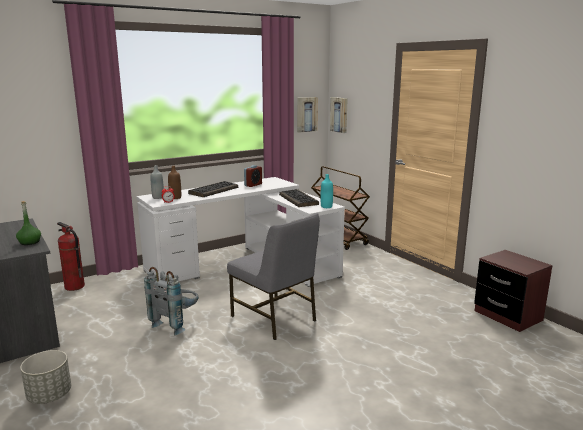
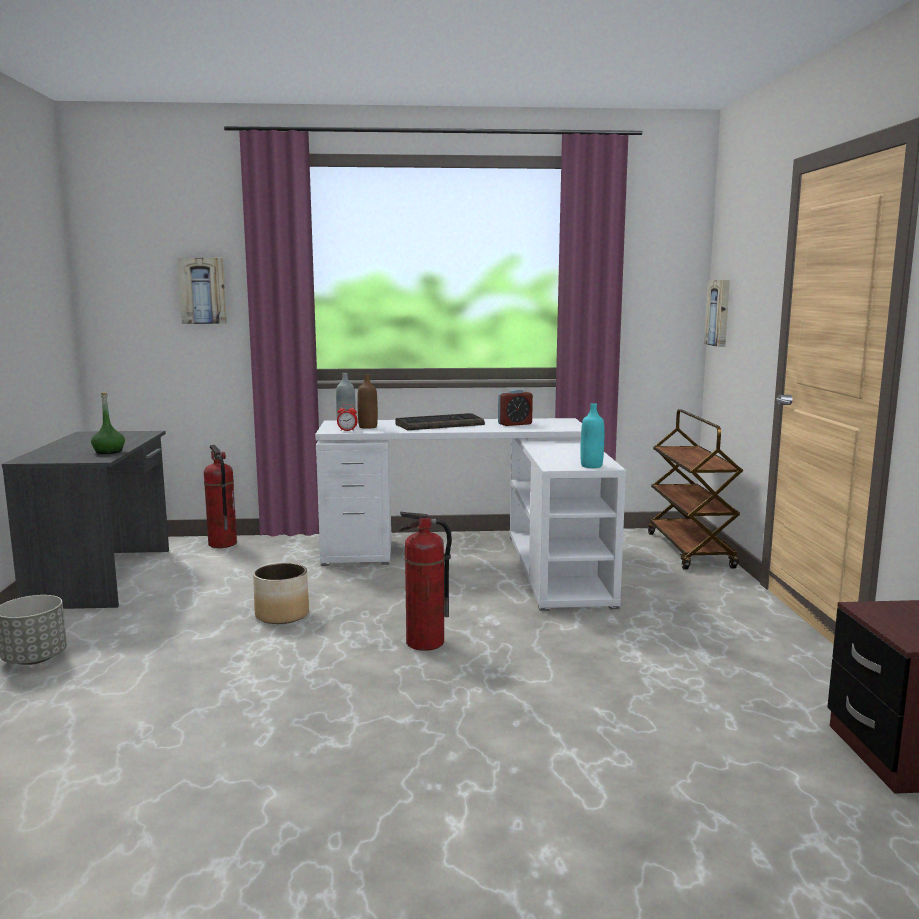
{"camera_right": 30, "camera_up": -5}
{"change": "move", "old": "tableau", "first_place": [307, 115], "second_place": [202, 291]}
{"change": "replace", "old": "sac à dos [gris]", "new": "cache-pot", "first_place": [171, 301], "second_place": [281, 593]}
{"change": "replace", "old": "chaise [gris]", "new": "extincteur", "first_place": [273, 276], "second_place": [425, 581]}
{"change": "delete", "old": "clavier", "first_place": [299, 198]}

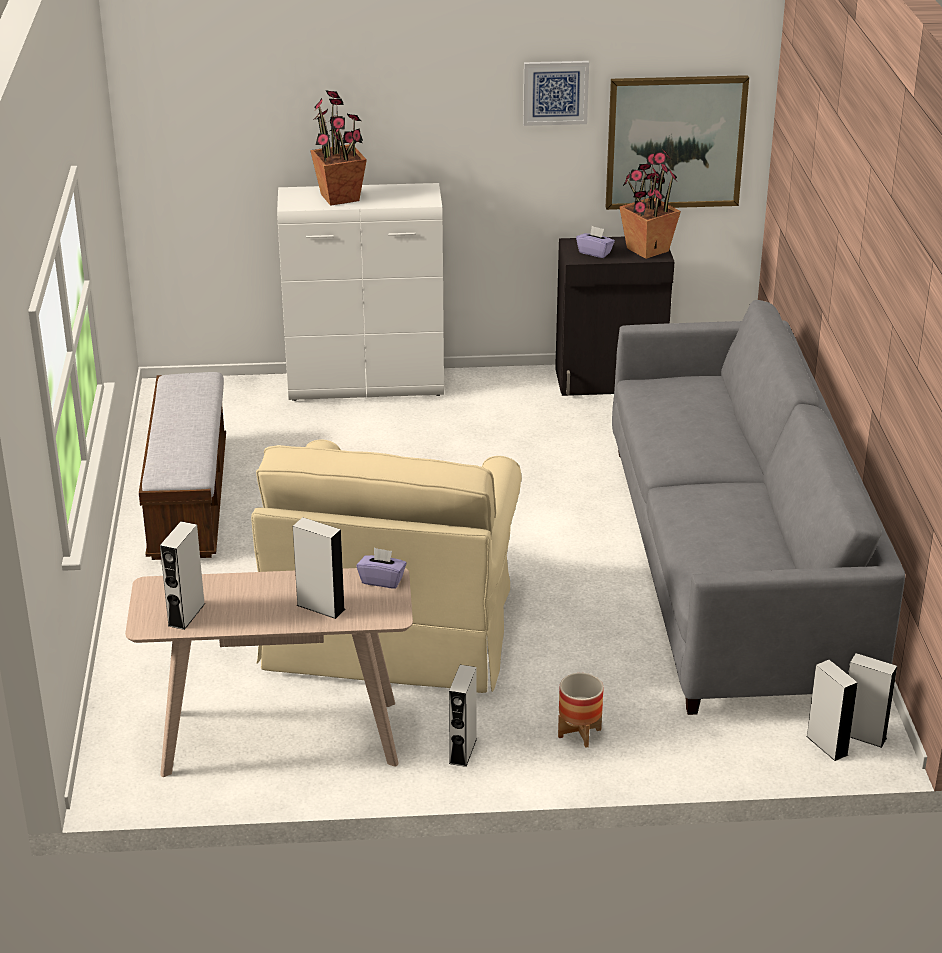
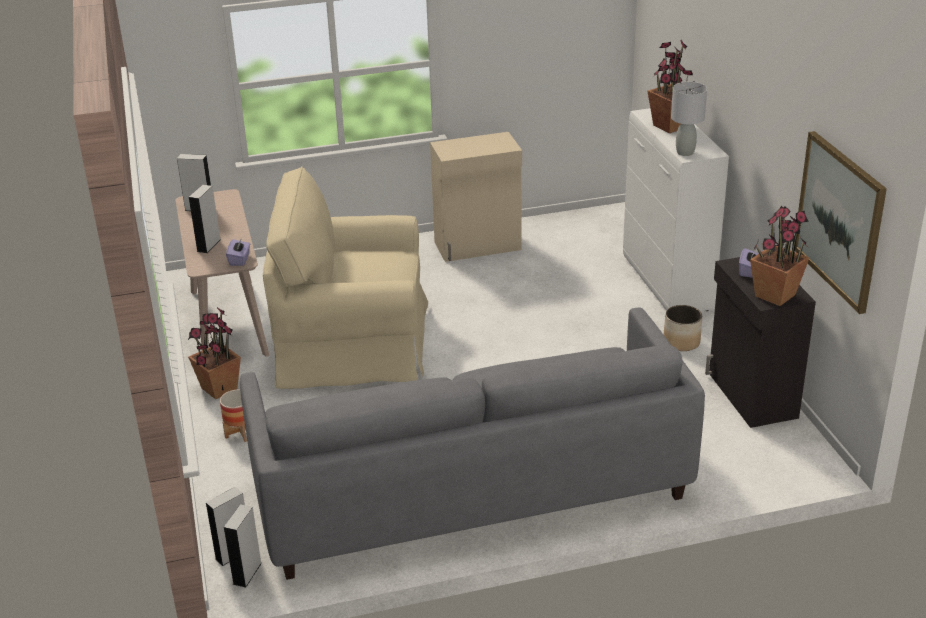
{"camera_right": 80, "camera_up": 0}
{"change": "replace", "old": "enceinte [gris]", "new": "plante en pot", "first_place": [463, 716], "second_place": [214, 353]}
{"change": "replace", "old": "banc", "new": "meuble de rangement [beige]", "first_place": [182, 466], "second_place": [476, 197]}
{"change": "insert", "new": "cache-pot", "second_place": [683, 328]}
{"change": "insert", "new": "lampe de table [gris]", "second_place": [689, 119]}
{"change": "delete", "old": "tableau", "first_place": [556, 93]}

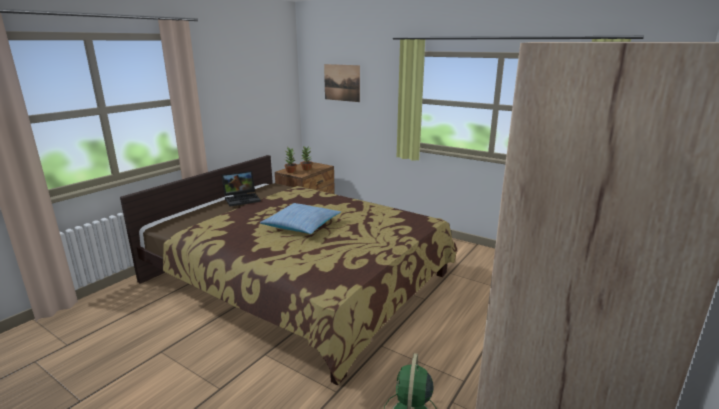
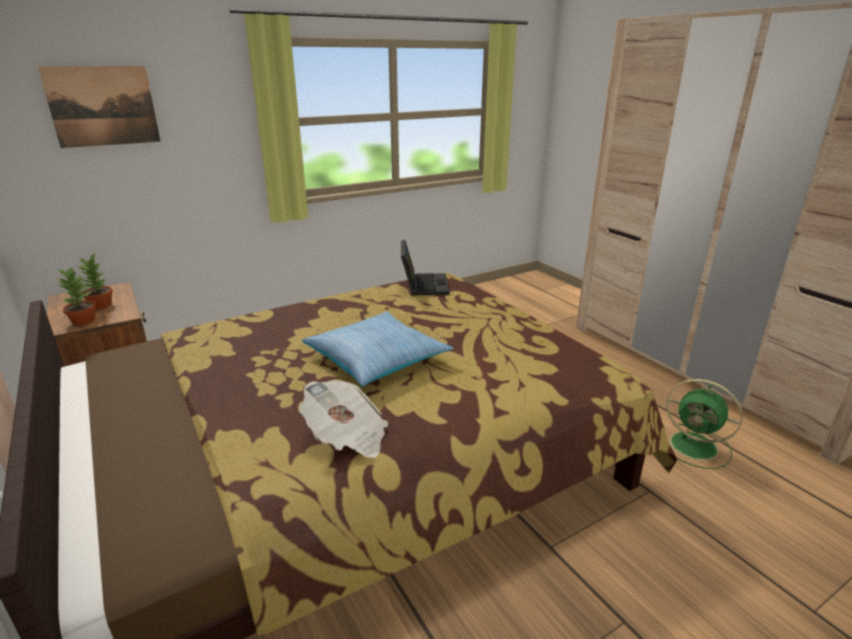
{"camera_right": -65, "camera_up": 5}
{"change": "insert", "new": "journal", "second_place": [343, 419]}
{"change": "move", "old": "ordinateur portable", "first_place": [241, 189], "second_place": [425, 267]}

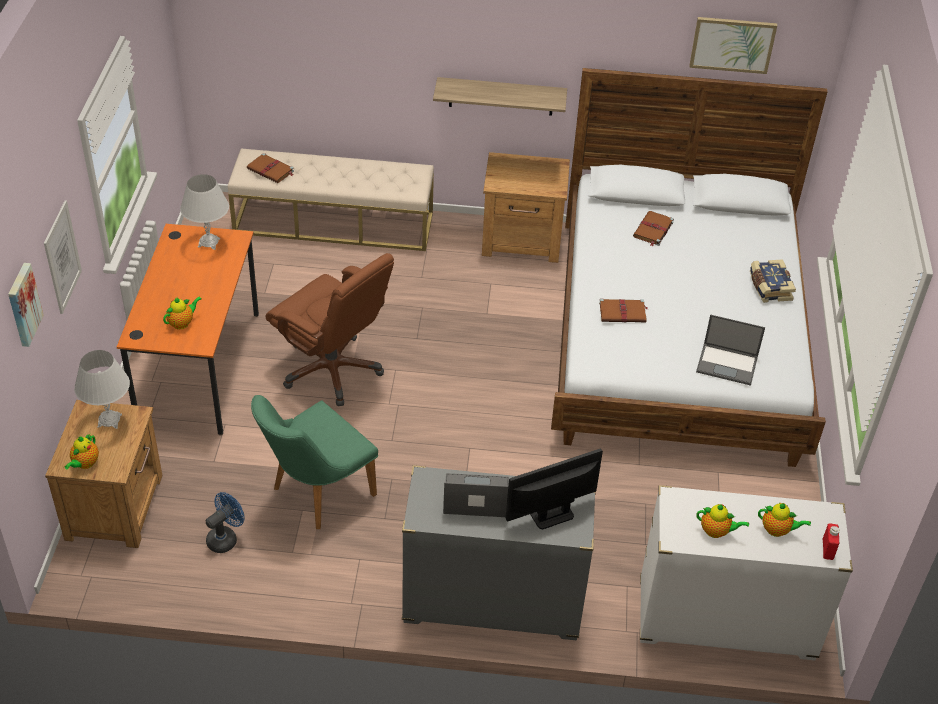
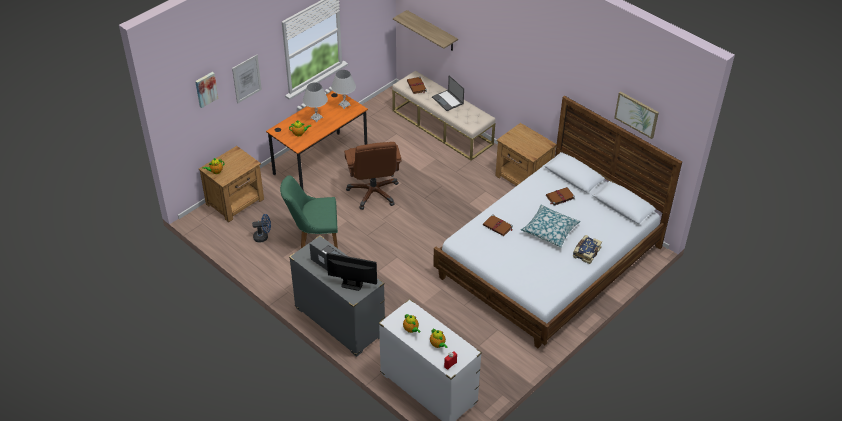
{"camera_right": 40, "camera_up": 0}
{"change": "move", "old": "lampe de table [blanc]", "first_place": [102, 389], "second_place": [315, 102]}
{"change": "move", "old": "étagère", "first_place": [500, 96], "second_place": [425, 30]}
{"change": "move", "old": "ordinateur portable", "first_place": [730, 350], "second_place": [448, 93]}
{"change": "insert", "new": "coussin", "second_place": [551, 226]}

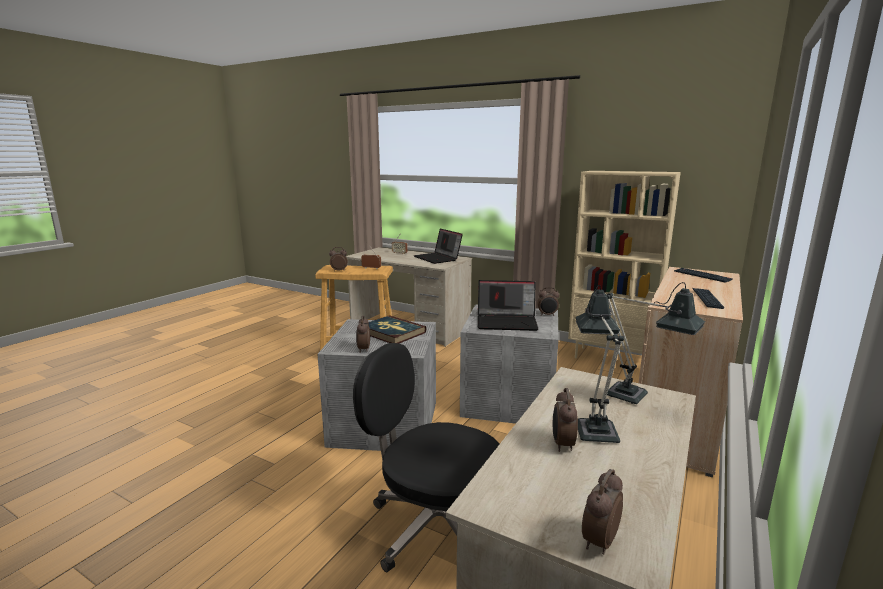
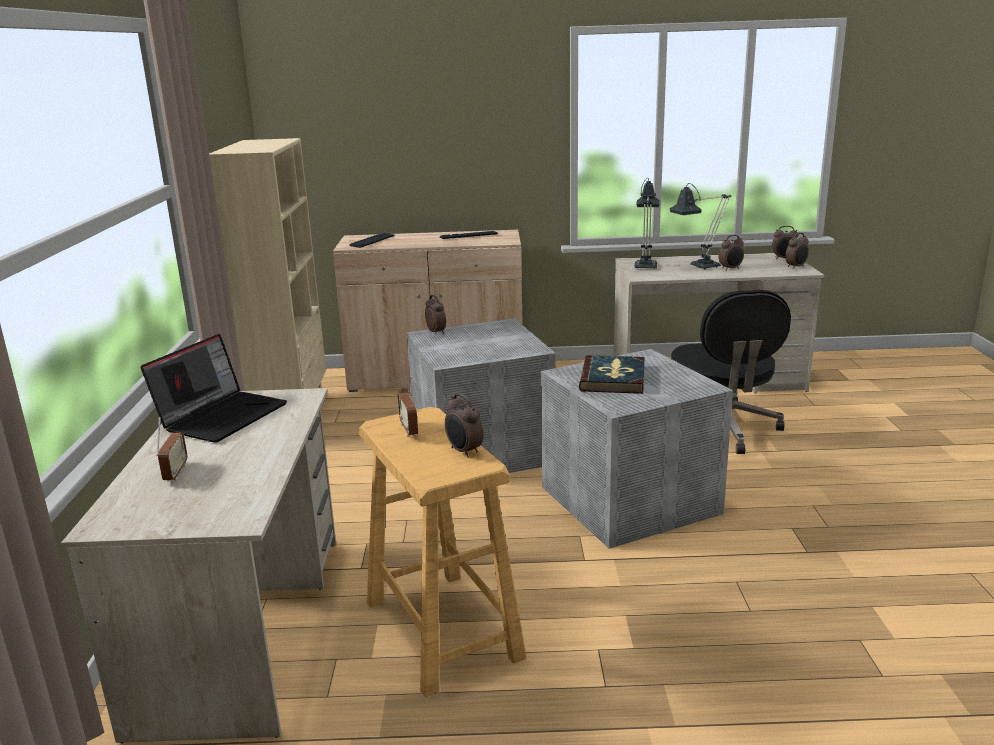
{"camera_right": -120, "camera_up": 5}
{"change": "move", "old": "réveil", "first_place": [363, 334], "second_place": [797, 251]}
{"change": "delete", "old": "ordinateur portable", "first_place": [508, 305]}

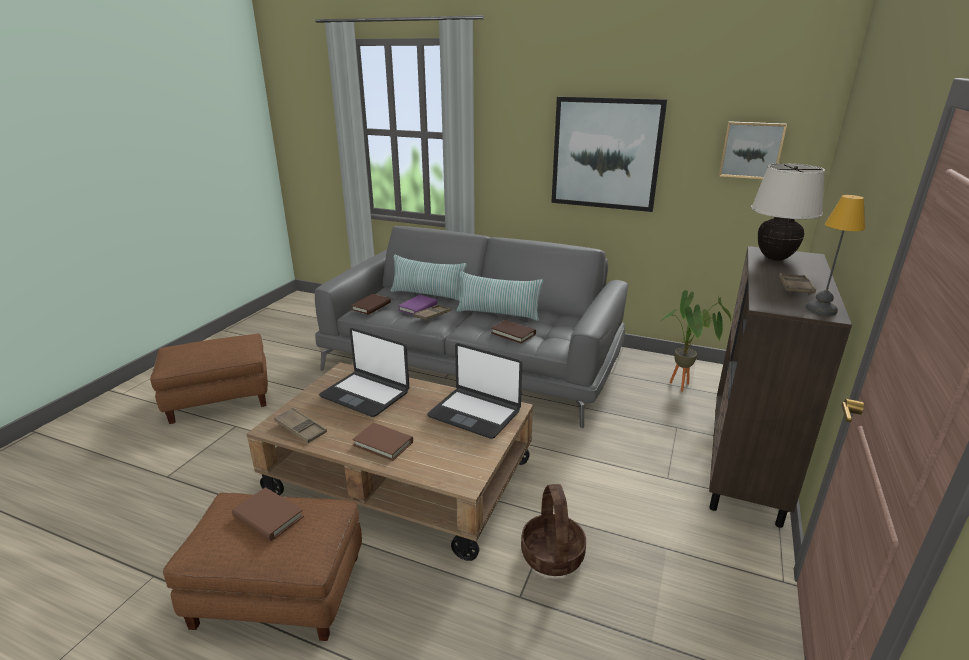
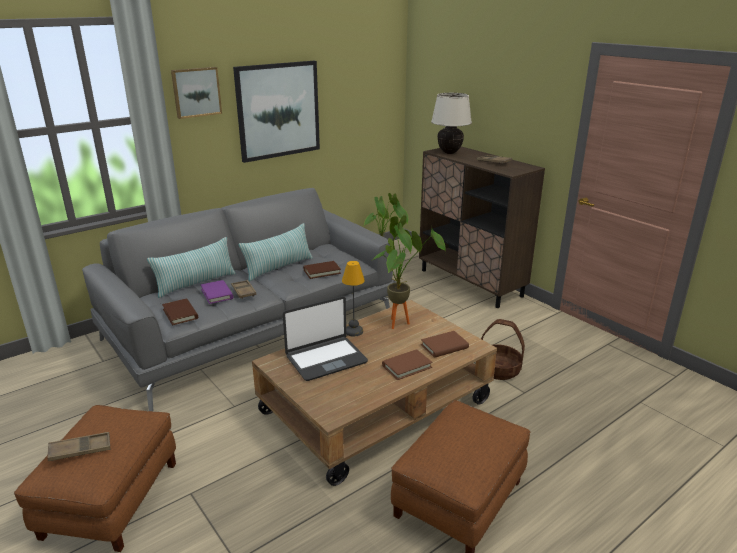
{"camera_right": -60, "camera_up": 0}
{"change": "move", "old": "plateau [marron]", "first_place": [300, 425], "second_place": [78, 446]}
{"change": "move", "old": "tableau", "first_place": [753, 150], "second_place": [196, 93]}
{"change": "move", "old": "lampe de table", "first_place": [835, 255], "second_place": [353, 299]}
{"change": "replace", "old": "ordinateur portable", "new": "plante en pot", "first_place": [474, 391], "second_place": [408, 272]}
{"change": "move", "old": "livre [marron]", "first_place": [268, 514], "second_place": [445, 344]}

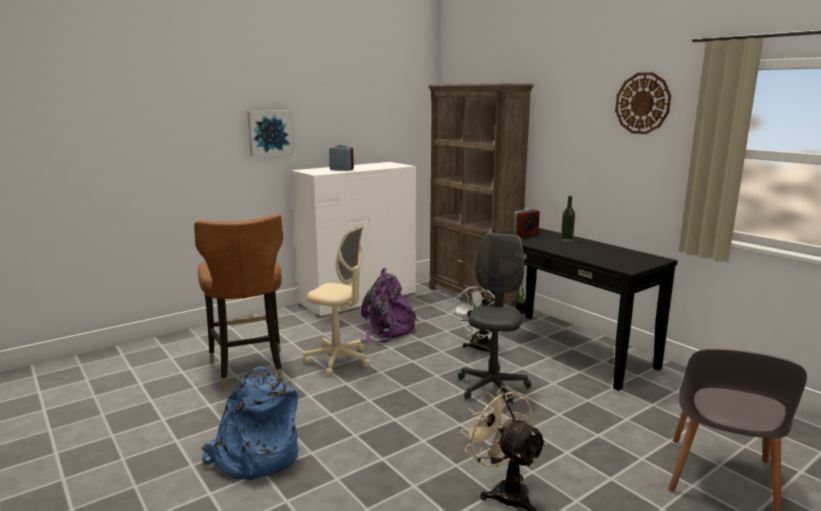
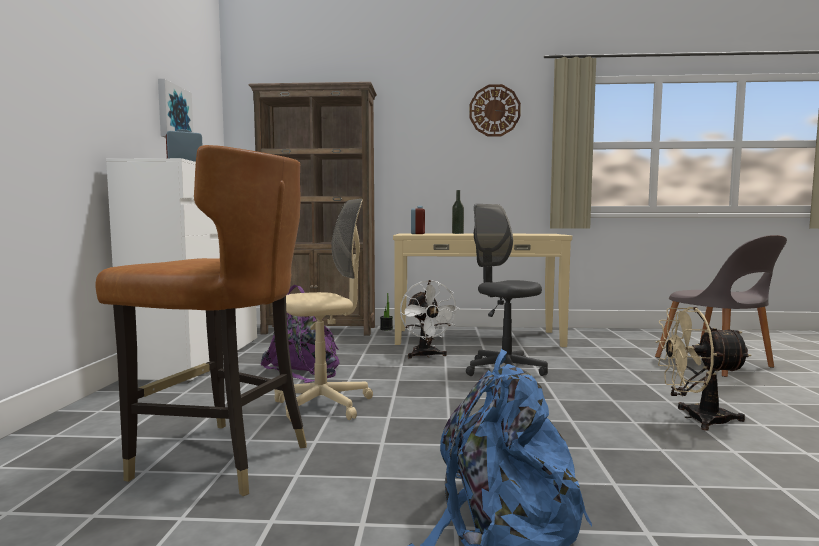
{"camera_right": -50, "camera_up": -10}
{"change": "move", "old": "tableau", "first_place": [270, 133], "second_place": [175, 108]}
{"change": "recolor", "old": "table console [noir]", "new": "table console [beige]", "first_place": [582, 309], "second_place": [482, 290]}

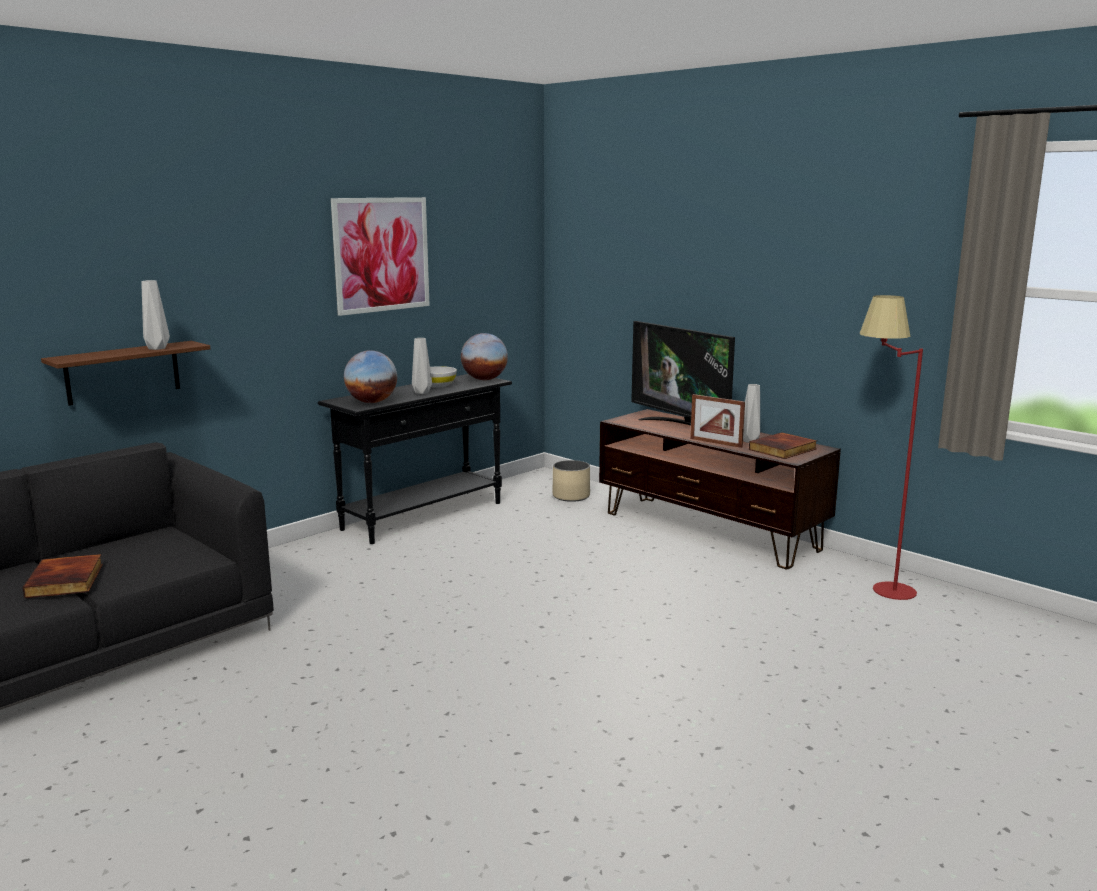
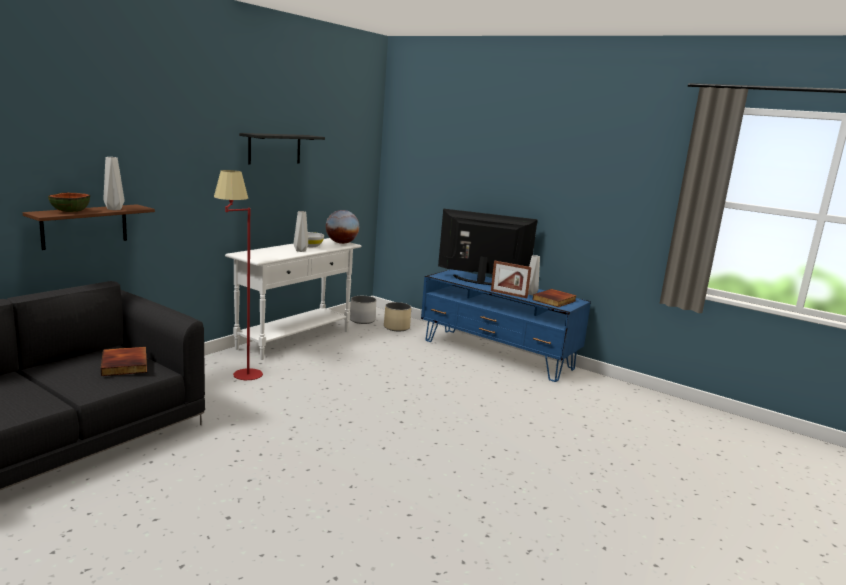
{"camera_right": -10, "camera_up": 0}
{"change": "insert", "new": "bol", "second_place": [69, 202]}
{"change": "move", "old": "livre", "first_place": [62, 576], "second_place": [124, 361]}
{"change": "move", "old": "lampadaire [rouge]", "first_place": [891, 447], "second_place": [238, 275]}
{"change": "recolor", "old": "table console [noir]", "new": "table console [blanc]", "first_place": [415, 459], "second_place": [293, 299]}
{"change": "replace", "old": "tableau", "new": "étagère [noir]", "first_place": [380, 256], "second_place": [282, 148]}
{"change": "insert", "new": "cache-pot [blanc]", "second_place": [363, 310]}
{"change": "recolor", "old": "meuble télé [marron]", "new": "meuble télé [bleu]", "first_place": [720, 489], "second_place": [506, 325]}
{"change": "rotate", "old": "téléviseur", "first_place": [683, 373], "second_place": [487, 247], "degrees": 150}
{"change": "delete", "old": "globe", "first_place": [370, 376]}

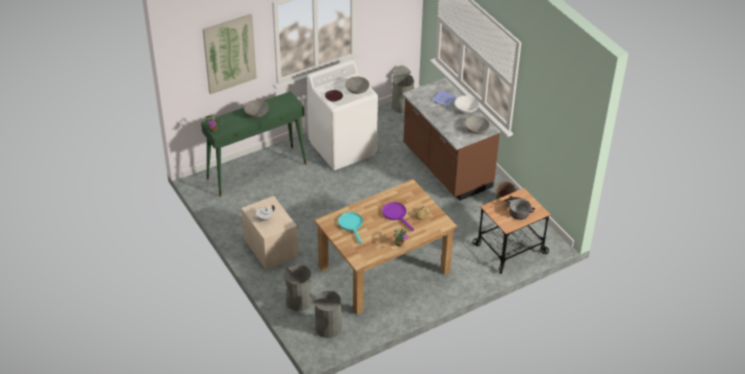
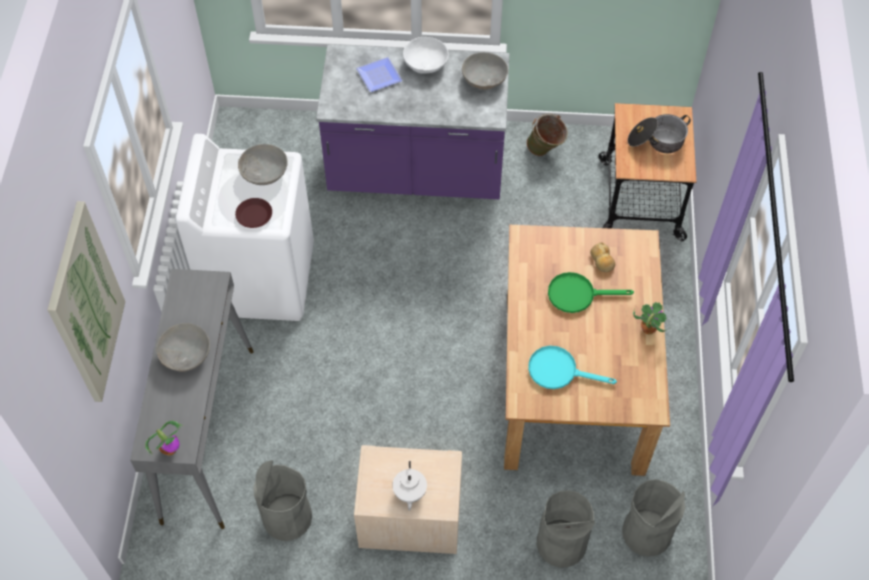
{"camera_right": -55, "camera_up": 15}
{"change": "recolor", "old": "table console [vert]", "new": "table console [gris]", "first_place": [253, 144], "second_place": [192, 399]}
{"change": "move", "old": "poubelle [gris]", "first_place": [403, 89], "second_place": [282, 501]}
{"change": "recolor", "old": "comptoir de cuisine [marron]", "new": "comptoir de cuisine [violet]", "first_place": [451, 139], "second_place": [412, 121]}
{"change": "recolor", "old": "poêle [violet]", "new": "poêle [vert]", "first_place": [398, 216], "second_place": [591, 292]}

